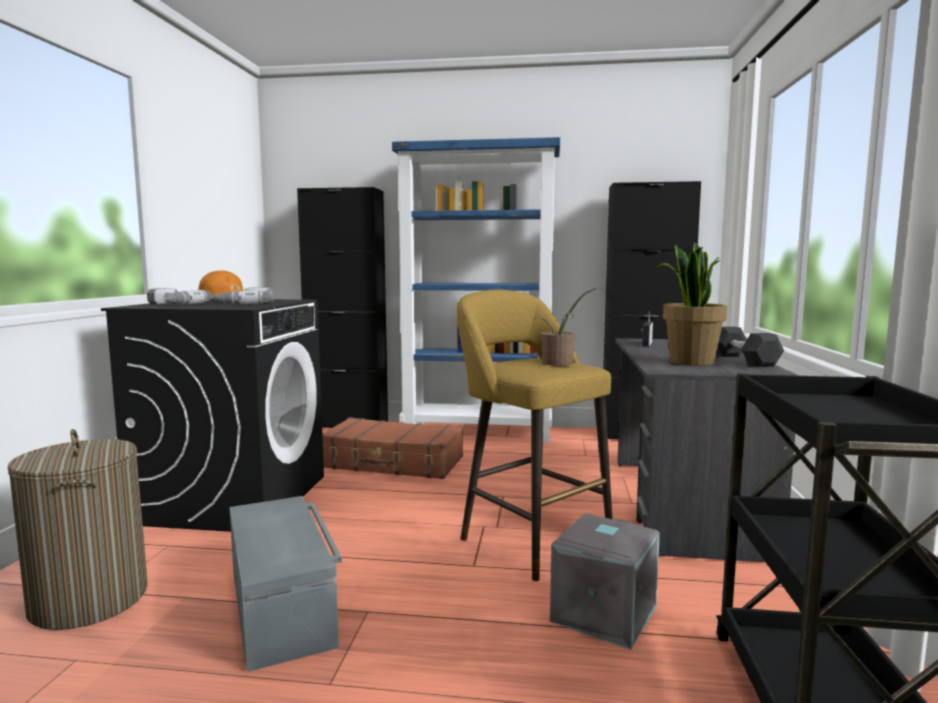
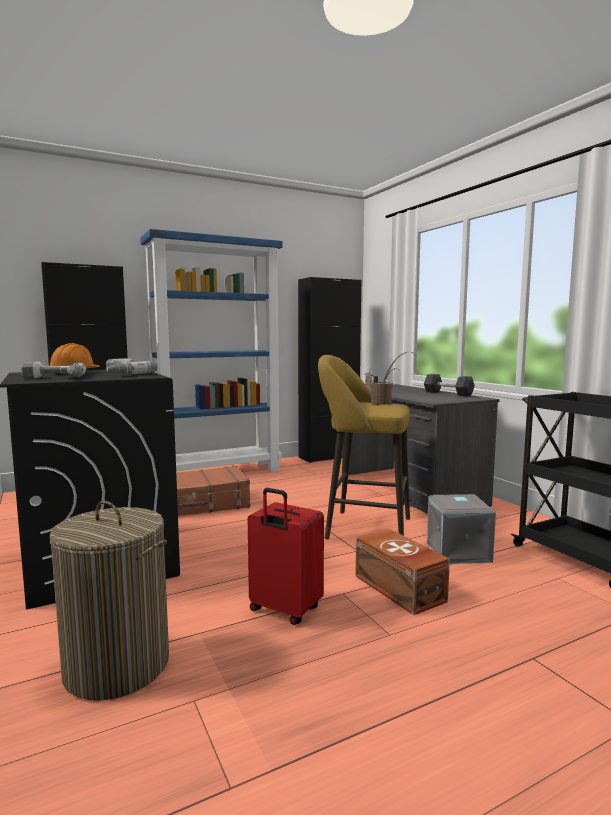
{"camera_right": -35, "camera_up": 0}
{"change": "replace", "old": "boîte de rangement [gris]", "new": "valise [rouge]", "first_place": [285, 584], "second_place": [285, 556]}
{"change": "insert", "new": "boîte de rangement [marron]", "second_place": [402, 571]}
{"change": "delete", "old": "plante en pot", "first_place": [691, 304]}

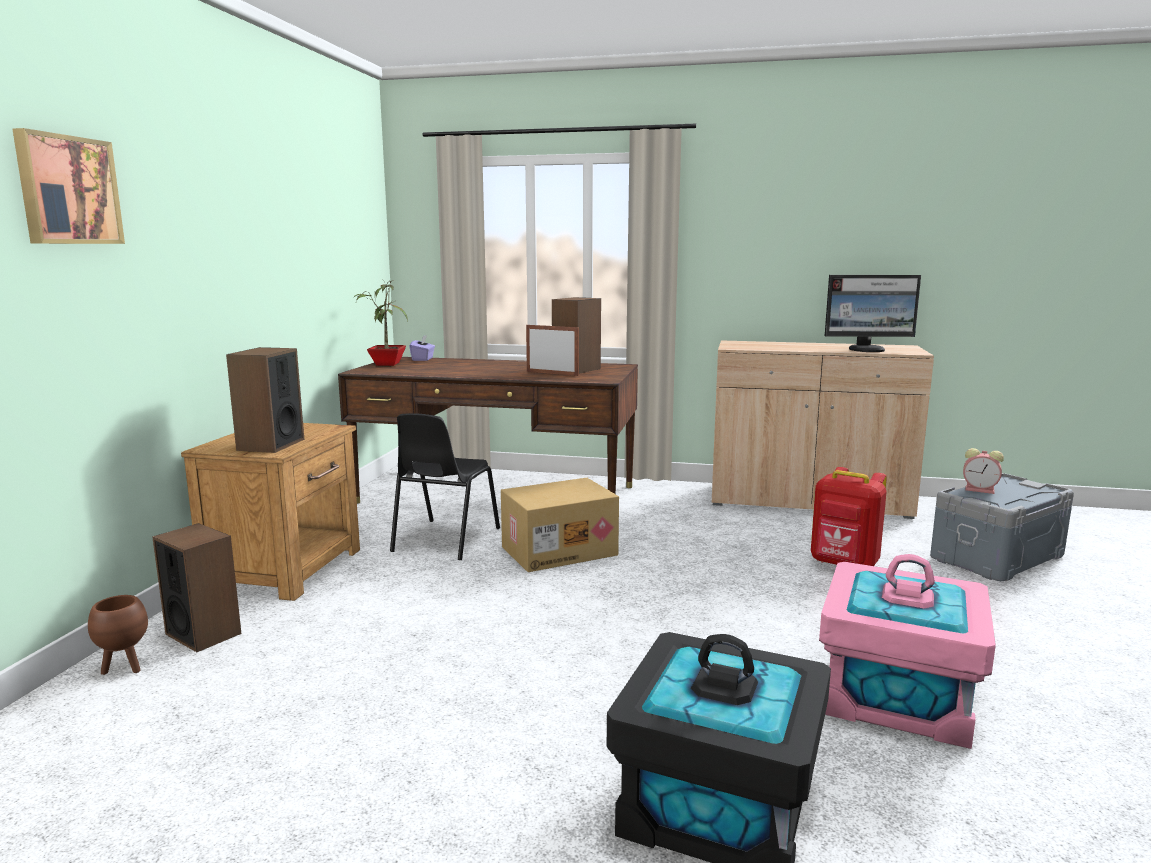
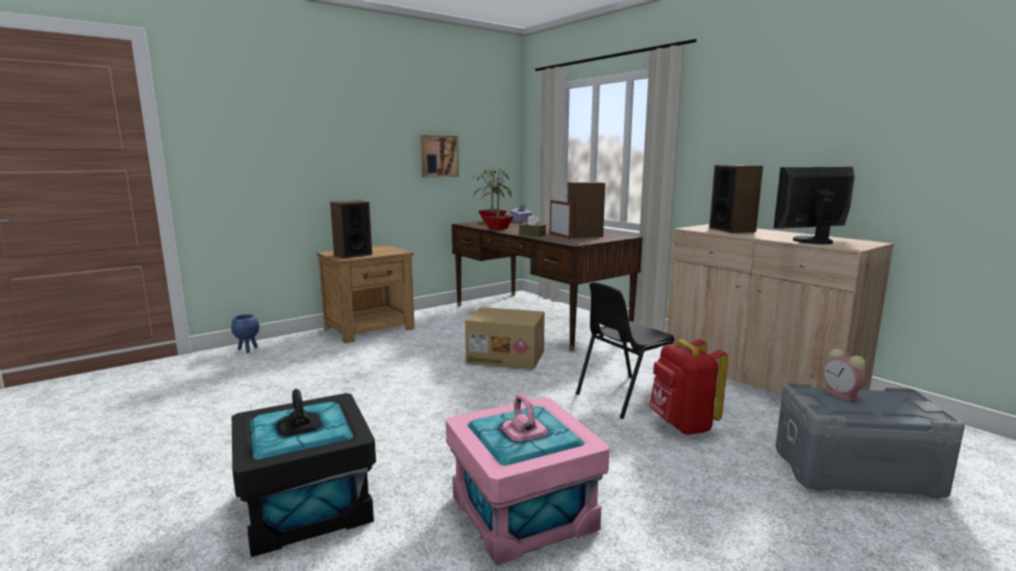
{"camera_right": 40, "camera_up": 0}
{"change": "recolor", "old": "cache-pot [marron]", "new": "cache-pot [bleu]", "first_place": [118, 635], "second_place": [245, 333]}
{"change": "move", "old": "tableau", "first_place": [68, 186], "second_place": [440, 156]}
{"change": "insert", "new": "plante en pot", "second_place": [494, 199]}
{"change": "insert", "new": "boîte à mouchoirs [marron]", "second_place": [532, 226]}
{"change": "move", "old": "chaise [noir]", "first_place": [445, 486], "second_place": [625, 350]}
{"change": "move", "old": "enceinte", "first_place": [197, 587], "second_place": [736, 199]}
{"change": "rotate", "old": "écran d'ordinateur", "first_place": [873, 313], "second_place": [814, 205], "degrees": 120}

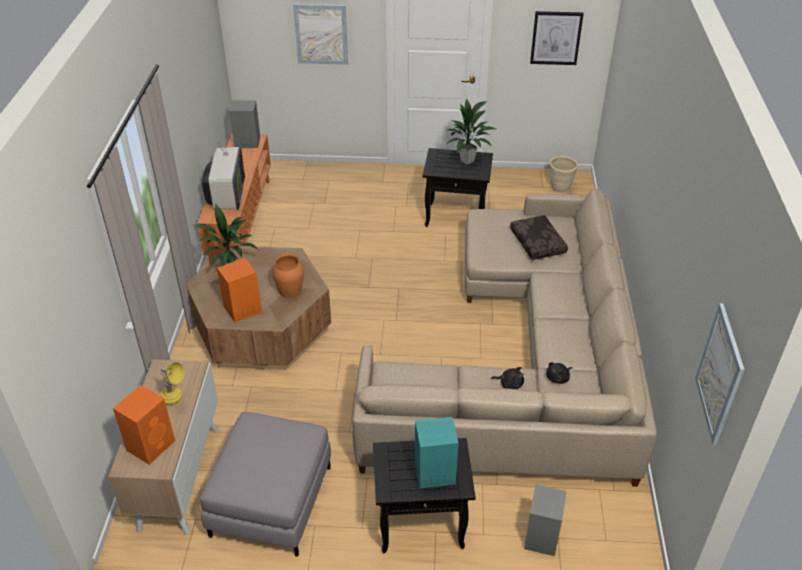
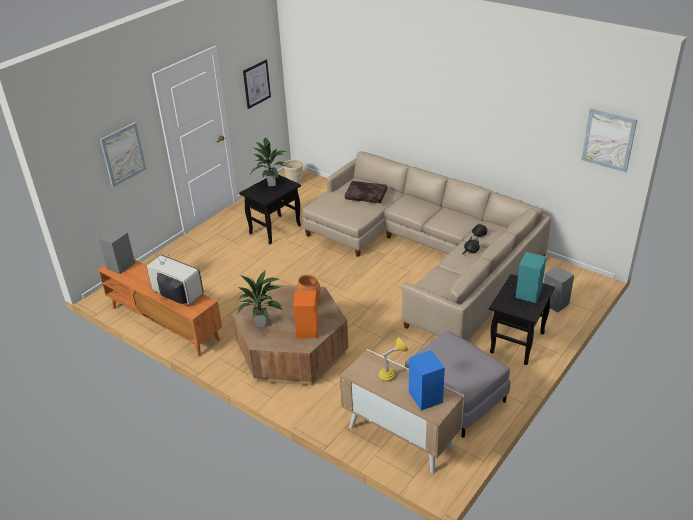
{"camera_right": -55, "camera_up": -5}
{"change": "recolor", "old": "enceinte [orange]", "new": "enceinte [bleu]", "first_place": [144, 425], "second_place": [427, 380]}

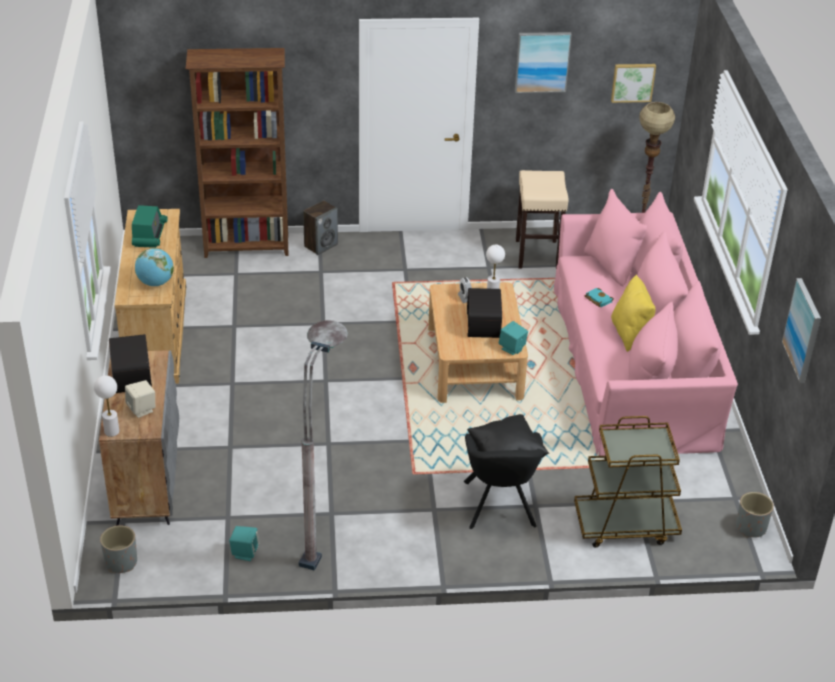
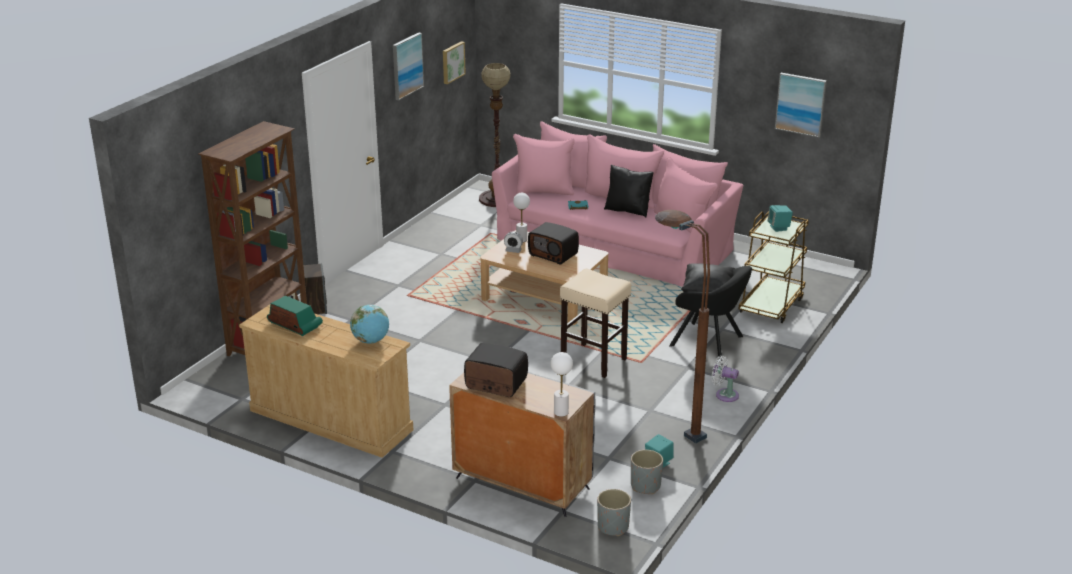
{"camera_right": -55, "camera_up": -10}
{"change": "move", "old": "tabouret [beige]", "first_place": [542, 219], "second_place": [595, 323]}
{"change": "recolor", "old": "coussin [jaune]", "new": "coussin [noir]", "first_place": [633, 313], "second_place": [629, 191]}
{"change": "move", "old": "cache-pot [gris]", "first_place": [755, 515], "second_place": [647, 472]}
{"change": "recolor", "old": "lampadaire [gris]", "new": "lampadaire [marron]", "first_place": [323, 445], "second_place": [682, 327]}
{"change": "insert", "new": "ventilateur [blanc]", "second_place": [725, 379]}
{"change": "move", "old": "enceinte [turquoise]", "first_place": [513, 338], "second_place": [780, 218]}
{"change": "delete", "old": "enceinte [beige]", "first_place": [140, 399]}

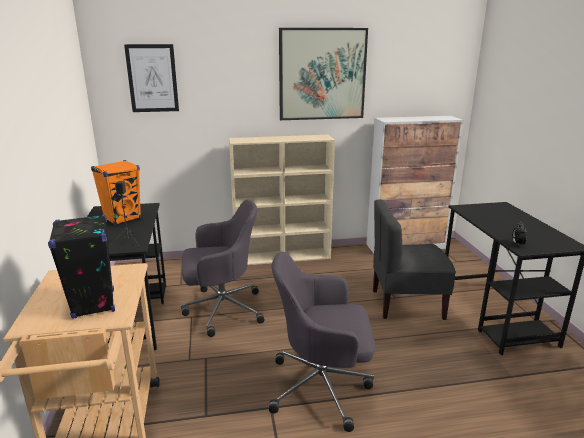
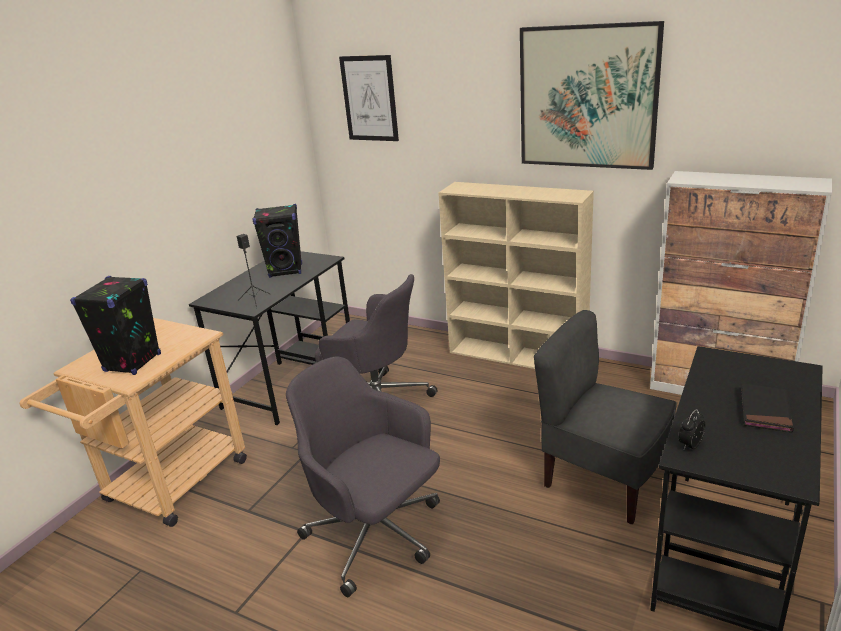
{"camera_right": 40, "camera_up": 5}
{"change": "recolor", "old": "enceinte [orange]", "new": "enceinte [noir]", "first_place": [116, 192], "second_place": [277, 241]}
{"change": "insert", "new": "livre [noir]", "second_place": [767, 408]}

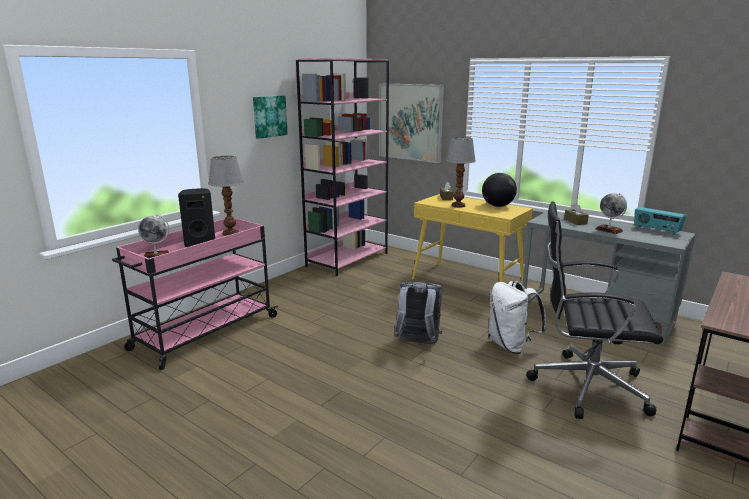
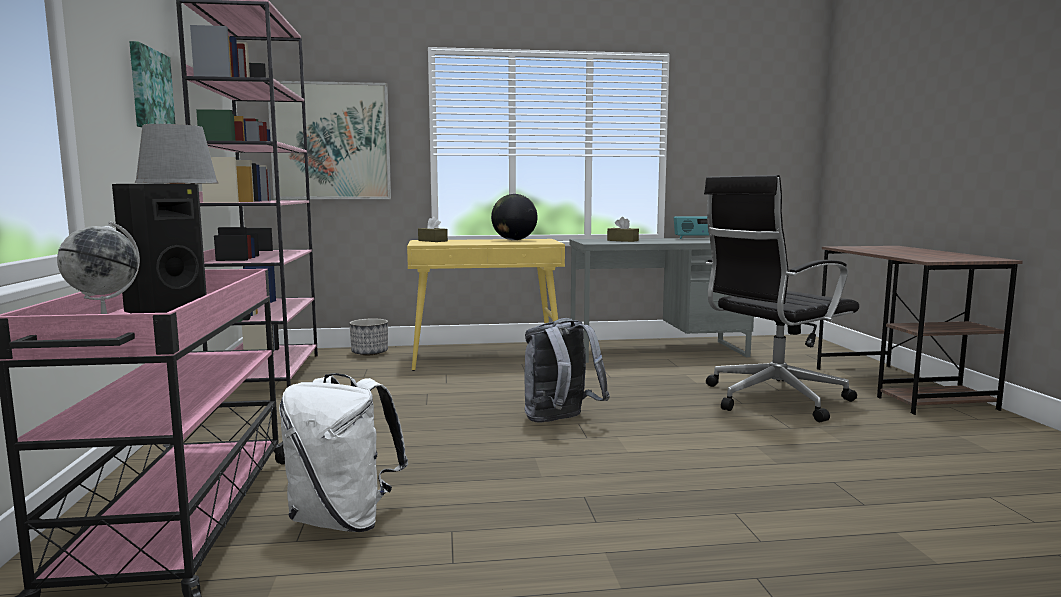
{"camera_right": -45, "camera_up": -10}
{"change": "move", "old": "sac à dos [blanc]", "first_place": [517, 317], "second_place": [343, 452]}
{"change": "insert", "new": "cache-pot", "second_place": [369, 336]}
{"change": "delete", "old": "lampe de table", "first_place": [461, 172]}
{"change": "delete", "old": "globe", "first_place": [611, 213]}

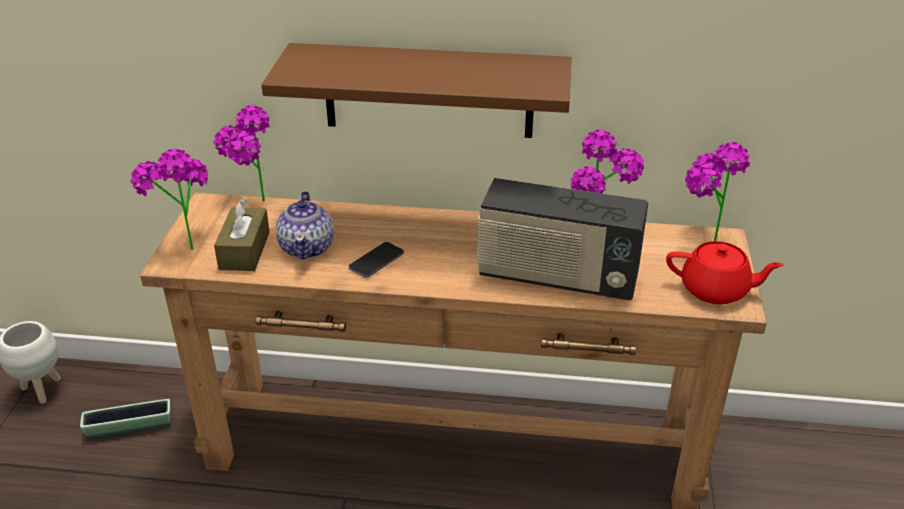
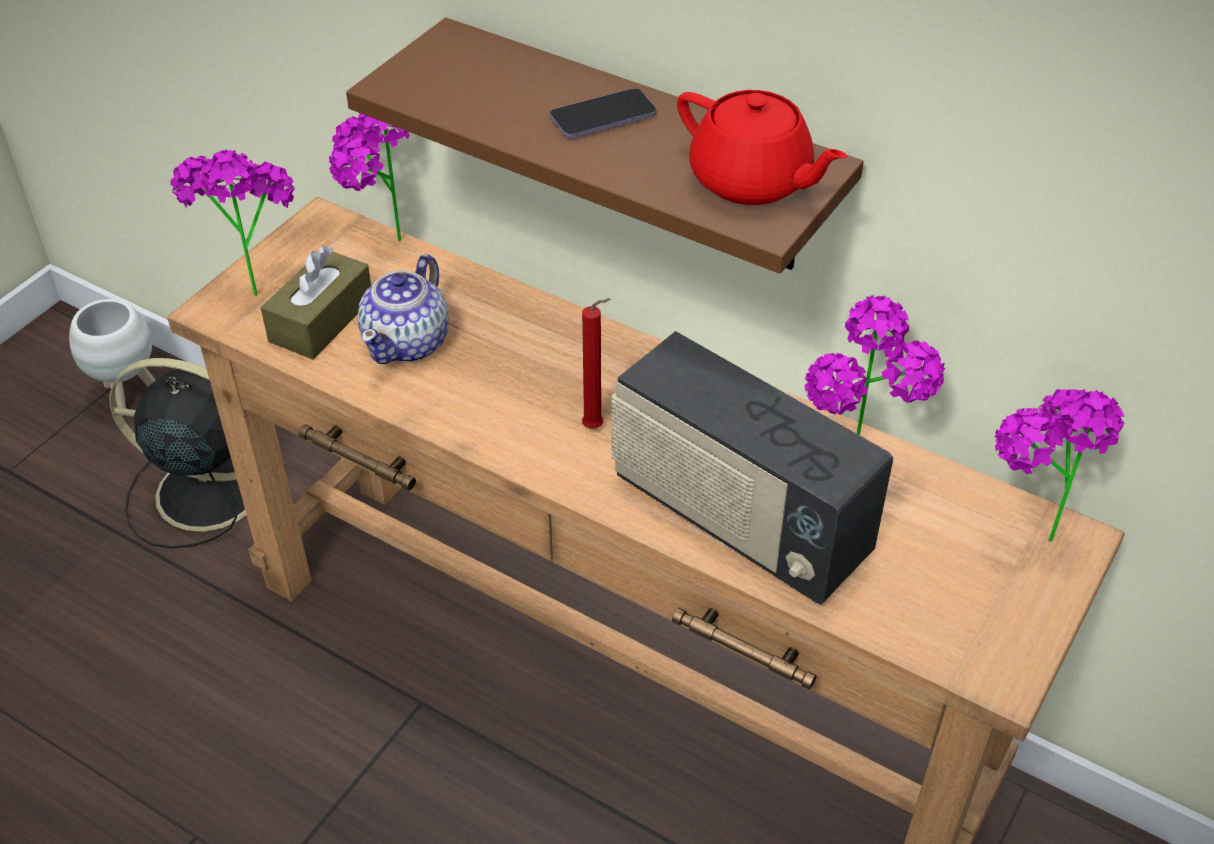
{"camera_right": 25, "camera_up": 10}
{"change": "replace", "old": "cache-pot", "new": "ventilateur [noir]", "first_place": [125, 419], "second_place": [197, 453]}
{"change": "move", "old": "téléphone", "first_place": [376, 260], "second_place": [603, 113]}
{"change": "insert", "new": "bougie [rouge]", "second_place": [596, 363]}
{"change": "move", "old": "théière [rouge]", "first_place": [725, 272], "second_place": [762, 147]}

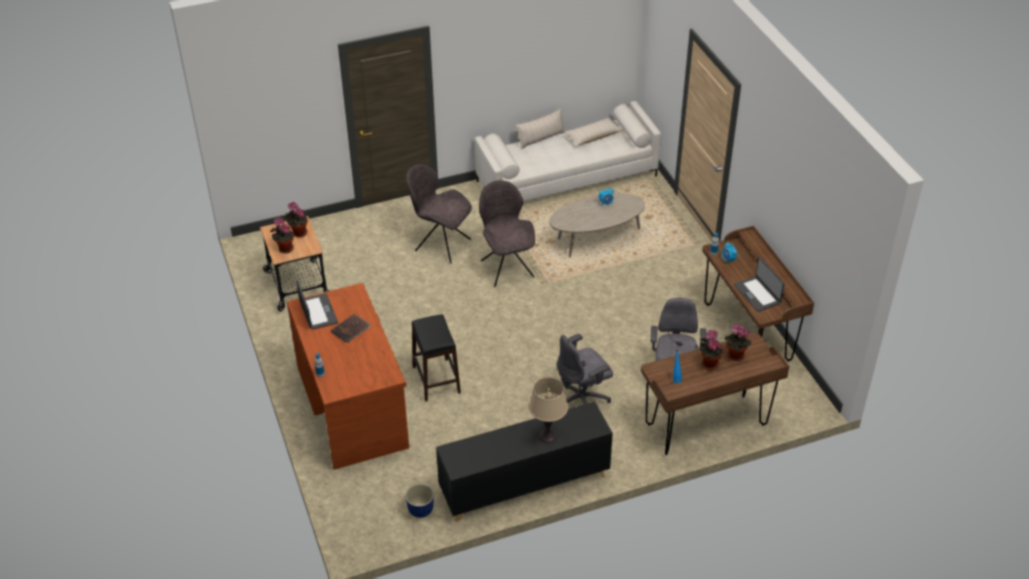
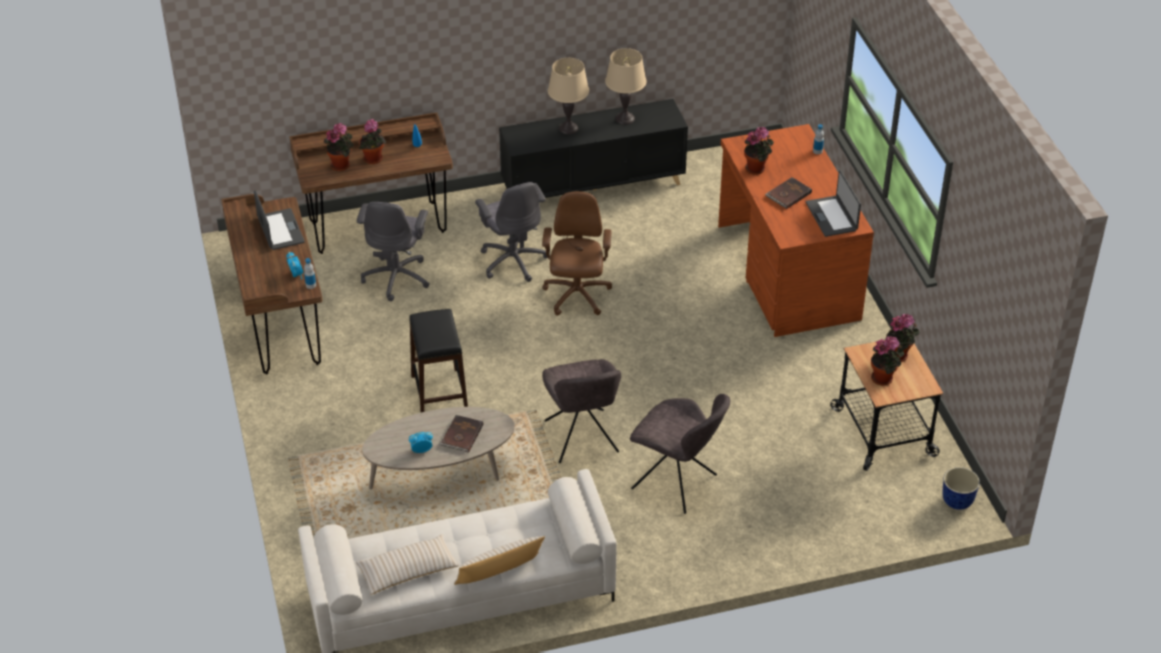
{"camera_right": -175, "camera_up": 0}
{"change": "move", "old": "tabouret [noir]", "first_place": [436, 358], "second_place": [438, 361]}
{"change": "insert", "new": "livre [marron]", "second_place": [461, 434]}
{"change": "rotate", "old": "chaise de bureau [gris]", "first_place": [585, 369], "second_place": [511, 232], "degrees": 90}
{"change": "insert", "new": "chaise de bureau [marron]", "second_place": [577, 253]}
{"change": "insert", "new": "lampe de table [beige]", "second_place": [626, 86]}
{"change": "insert", "new": "plante en pot", "second_place": [759, 151]}
{"change": "move", "old": "cache-pot", "first_place": [419, 501], "second_place": [961, 488]}

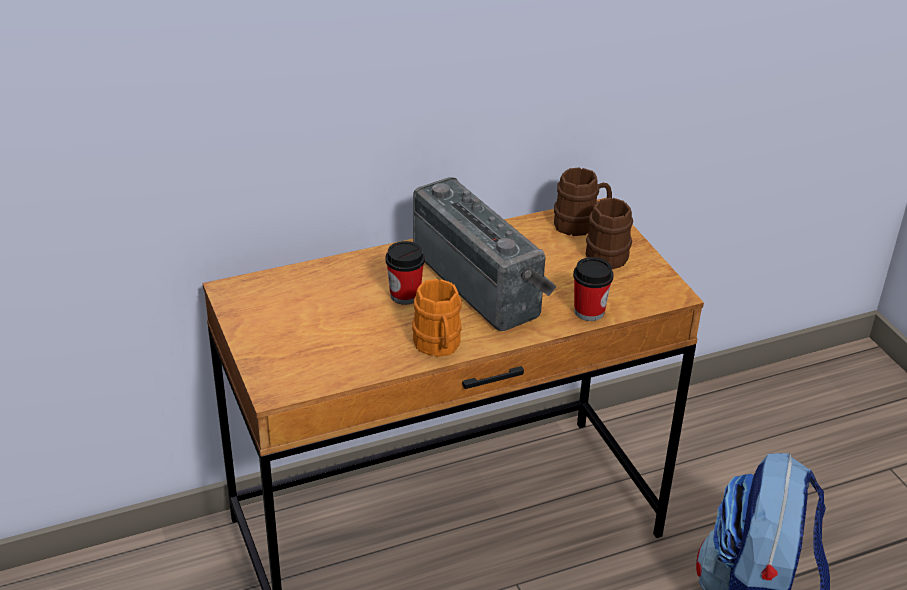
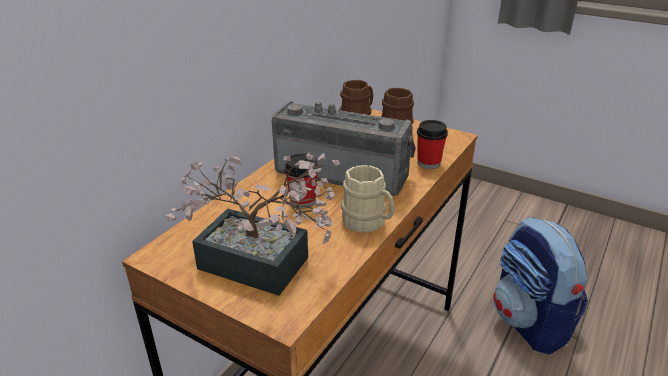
{"camera_right": -35, "camera_up": -5}
{"change": "insert", "new": "plante en pot", "second_place": [252, 224]}
{"change": "recolor", "old": "mug [orange]", "new": "mug [beige]", "first_place": [437, 318], "second_place": [367, 199]}

